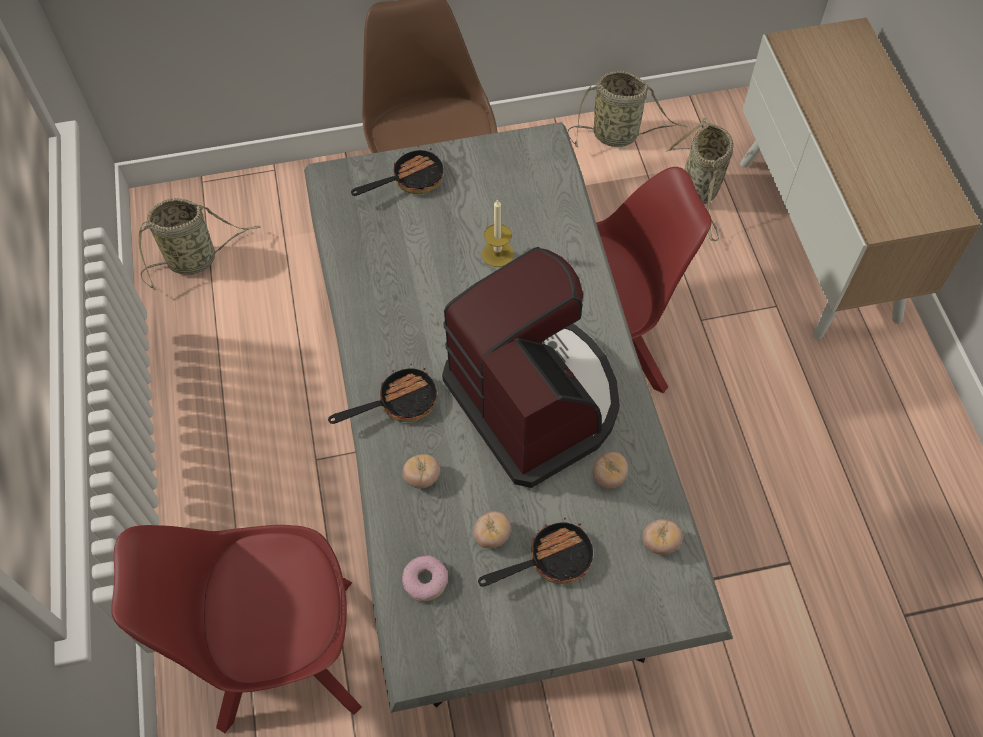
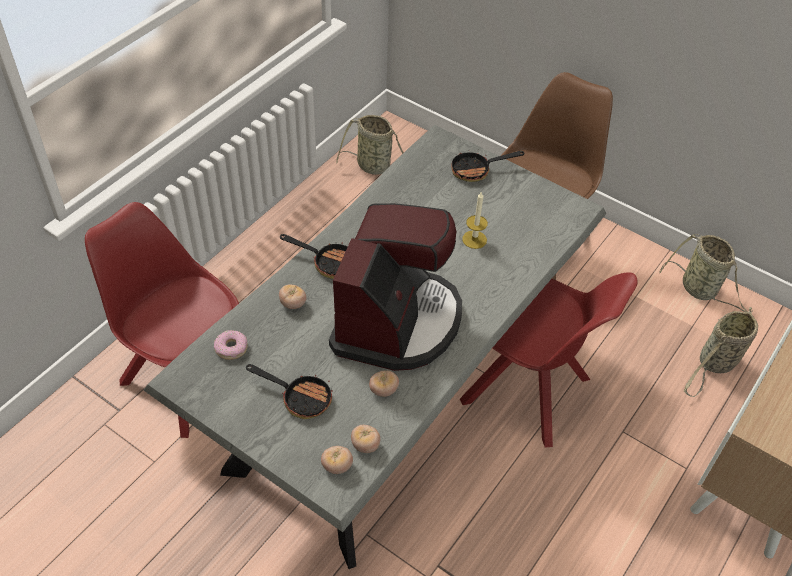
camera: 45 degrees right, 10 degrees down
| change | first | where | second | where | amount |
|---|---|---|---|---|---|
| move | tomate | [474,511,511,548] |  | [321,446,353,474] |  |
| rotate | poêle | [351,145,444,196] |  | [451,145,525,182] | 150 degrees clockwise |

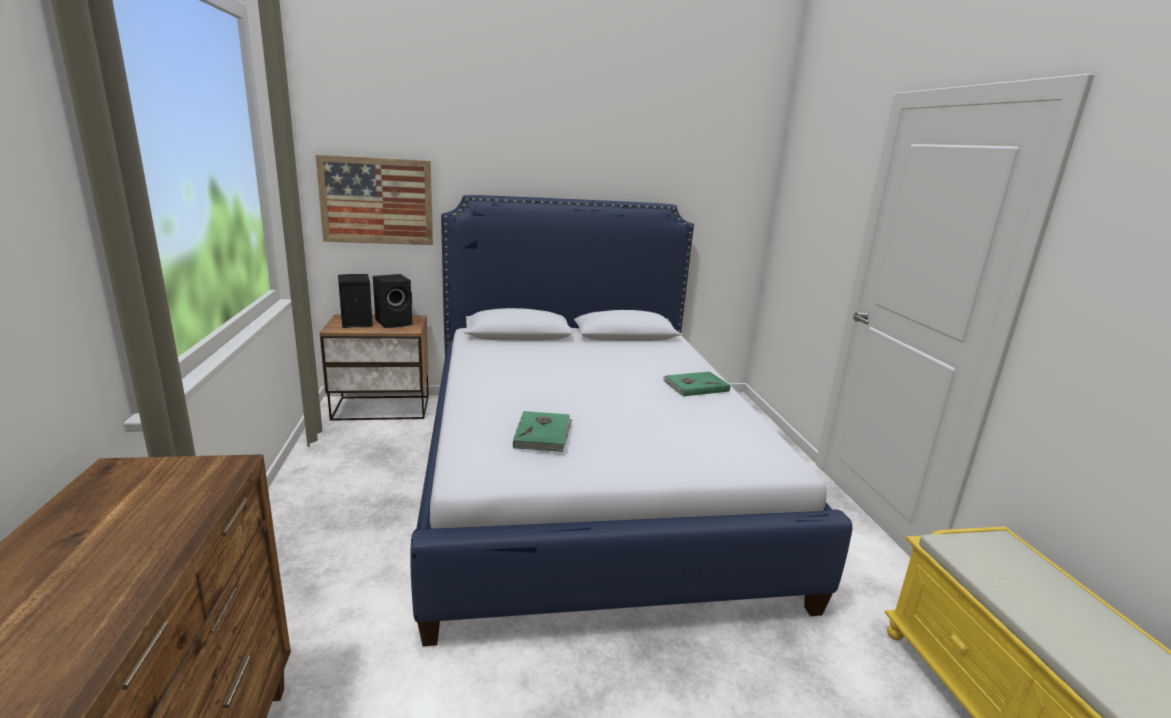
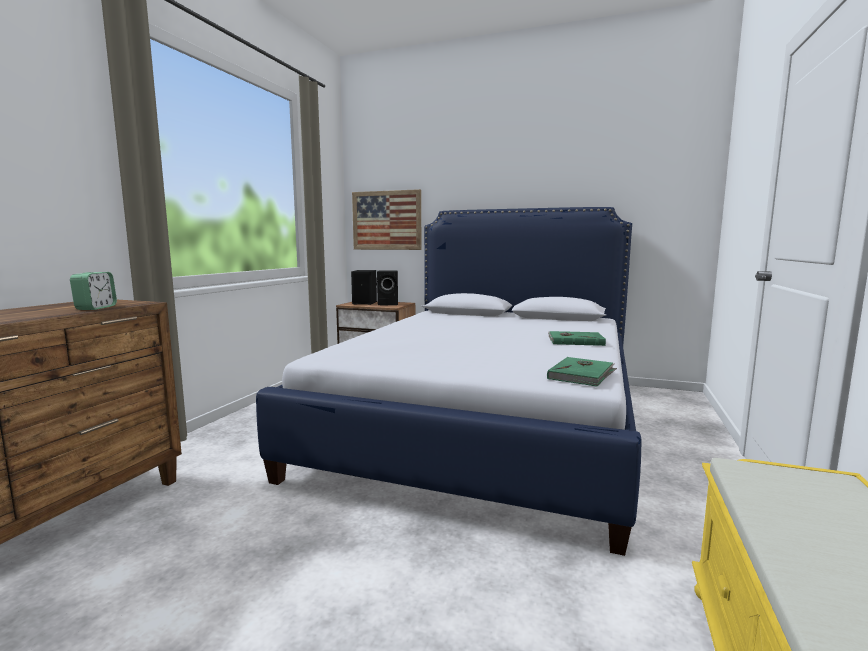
camera: 30 degrees right, 10 degrees down
| change | first | where | second | where | amount |
|---|---|---|---|---|---|
| insert |  |  | réveil | [70,272,117,310] |  |
| move | livre (vert) | [513,411,573,452] |  | [547,357,617,387] |  |

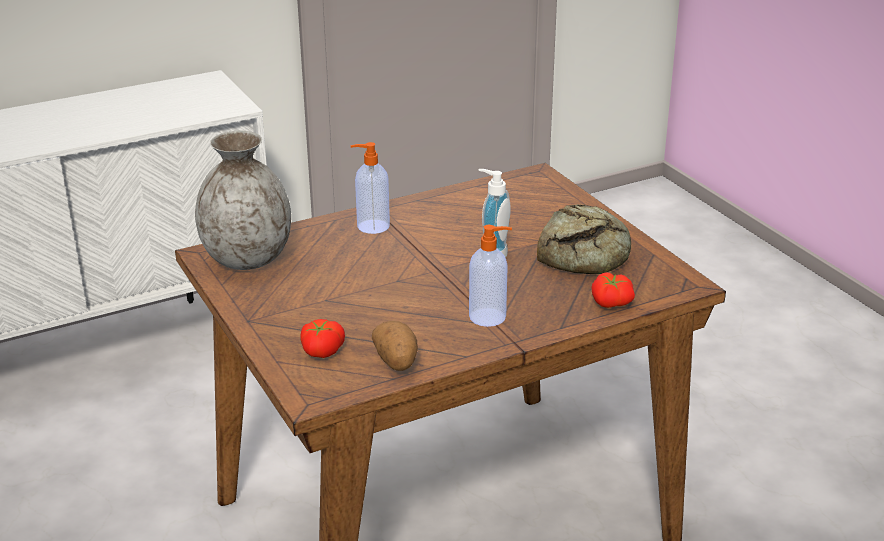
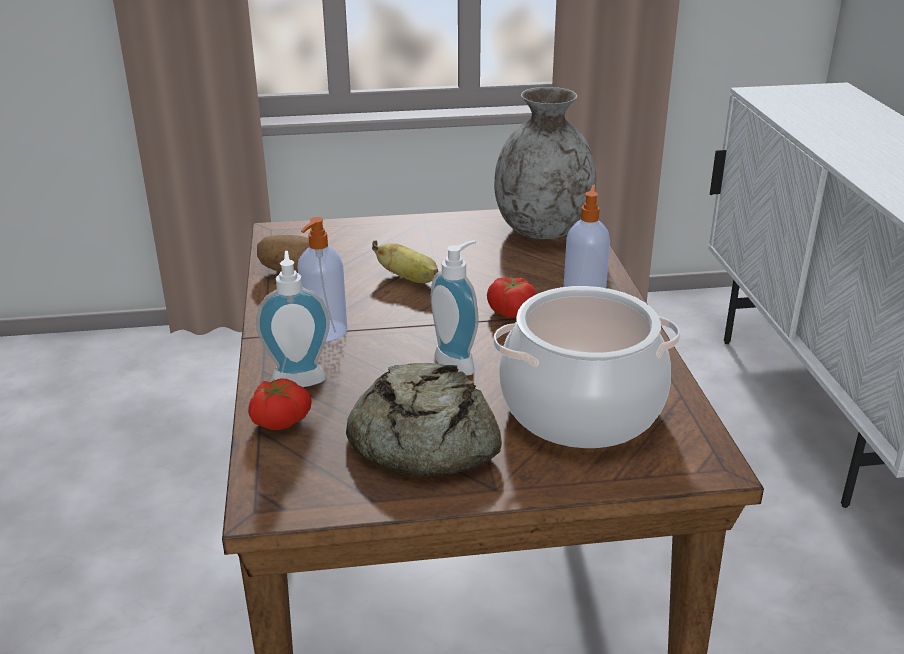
camera: 110 degrees right, 0 degrees up
| change | first | where | second | where | amount |
|---|---|---|---|---|---|
| insert |  |  | distributeur de savon | [256,251,330,387] |  |
| insert |  |  | banane | [372,240,438,283] |  |
| move | tomate | [300,319,345,358] |  | [487,277,536,318] |  |
| insert |  |  | marmite | [494,286,680,448] |  |

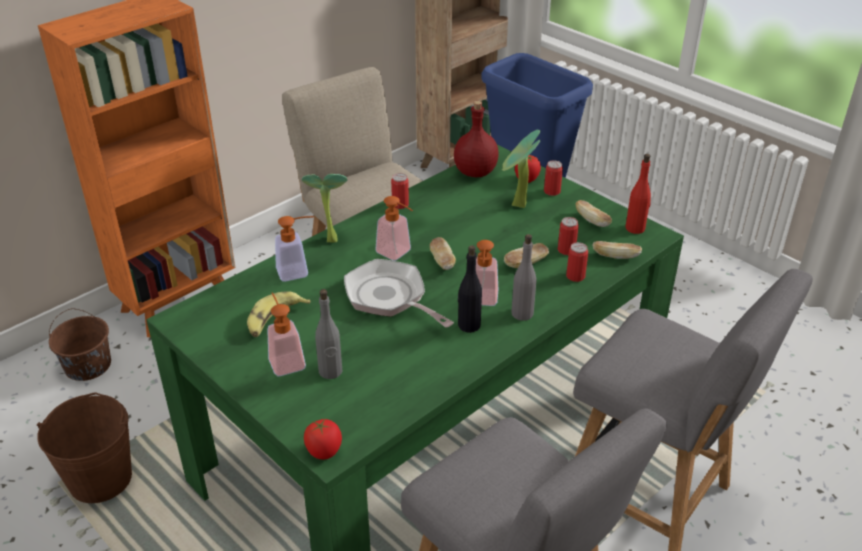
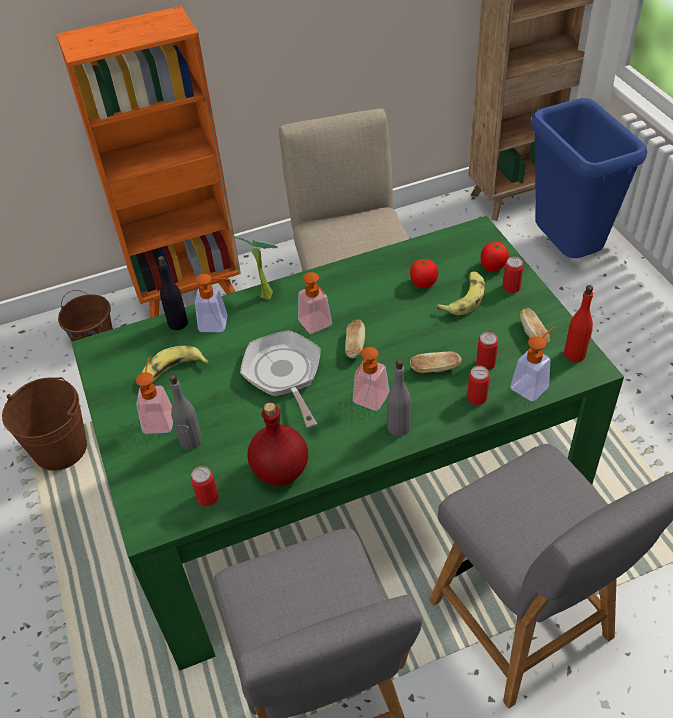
camera: 25 degrees right, 10 degrees up
| change | first | where | second | where | amount |
|---|---|---|---|---|---|
| move | bouteille (noir) | [458,245,482,333] |  | [158,256,188,330] |  |
| move | boîte métallique | [391,173,409,209] |  | [191,466,219,507] |  |
| move | bouteille (rouge) | [454,101,499,177] |  | [247,403,308,486] |  |
| move | tomate | [304,419,342,460] |  | [410,258,438,288] |  |
| replace | plante en pot | [502,130,540,208] | banane | [436,271,485,315] |  |
| replace | pain | [592,241,642,259] | distributeur de savon | [510,327,555,402] |  |

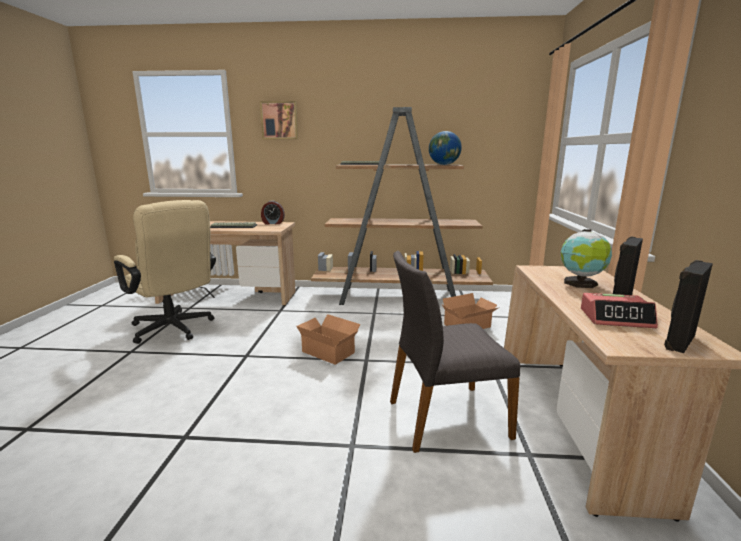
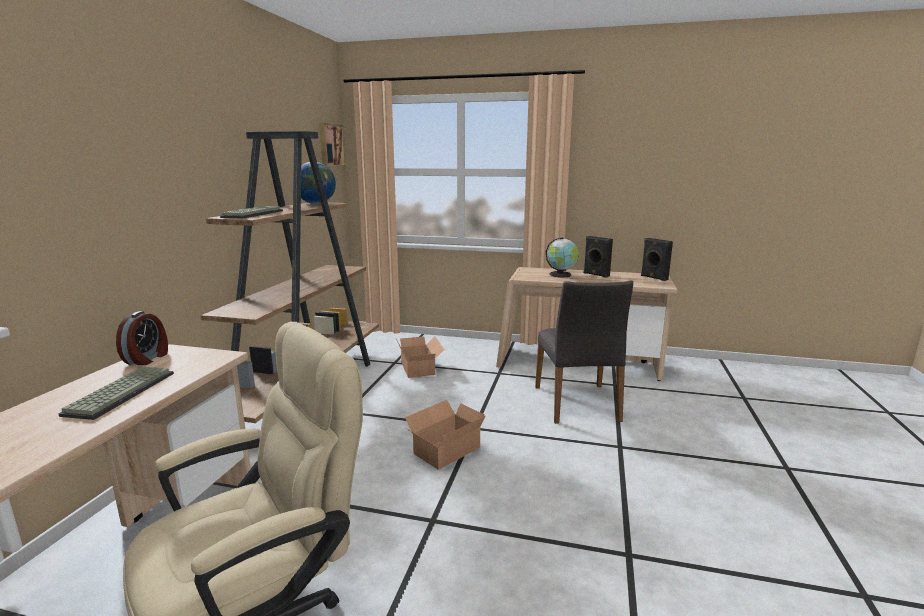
camera: 80 degrees left, 0 degrees up
| change | first | where | second | where | amount |
|---|---|---|---|---|---|
| move | tableau | [260,101,298,139] |  | [319,123,346,167] |  |
| delete | réveil | [581,293,658,328] |  |  |  |

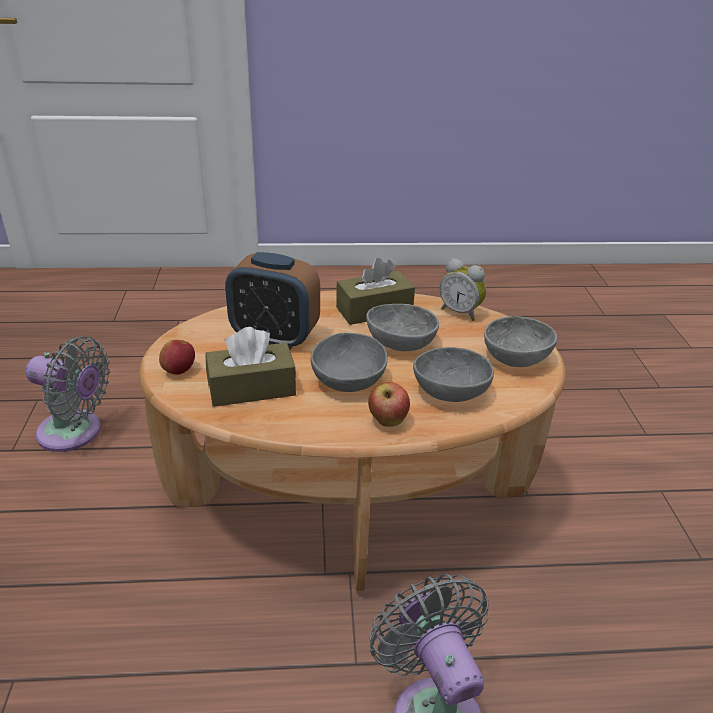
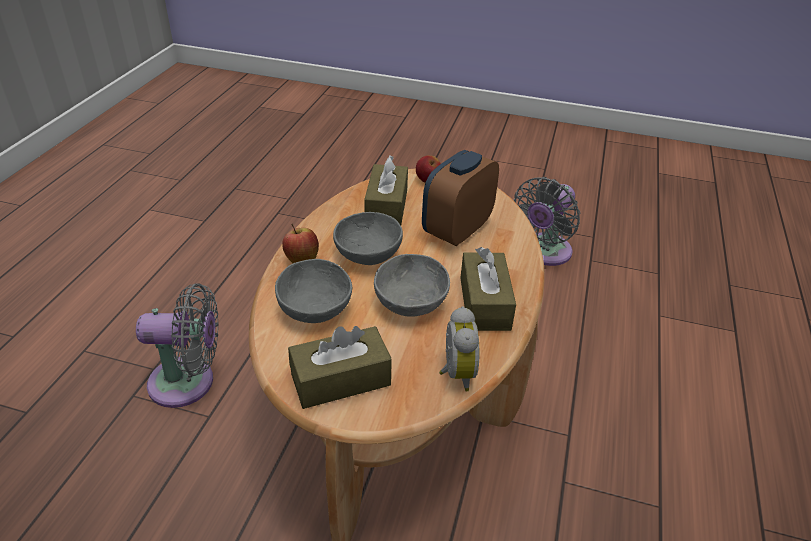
camera: 110 degrees right, 5 degrees up
| change | first | where | second | where | amount |
|---|---|---|---|---|---|
| replace | bol (gris) | [484,316,557,367] | boîte à mouchoirs (marron) | [288,326,392,409] |  |
| rotate | réveil | [440,258,486,321] |  | [439,306,479,392] | 120 degrees clockwise |

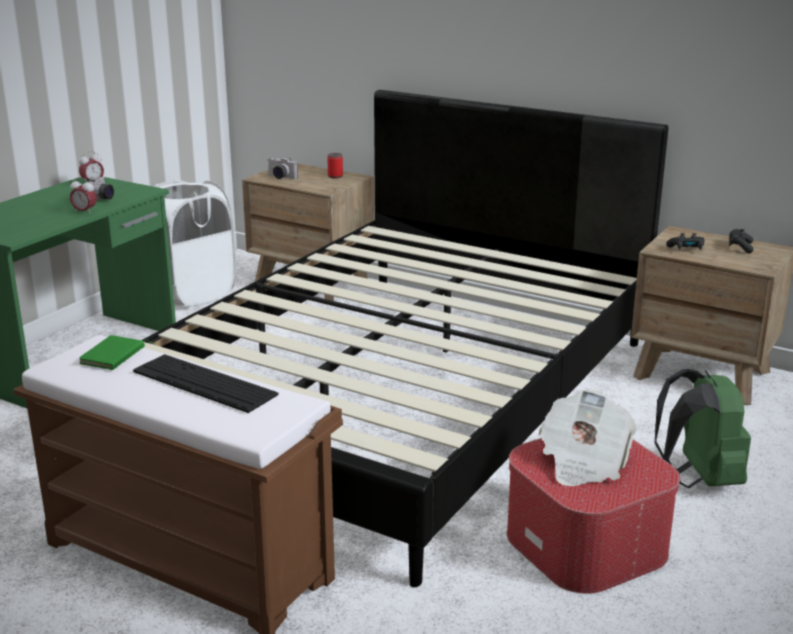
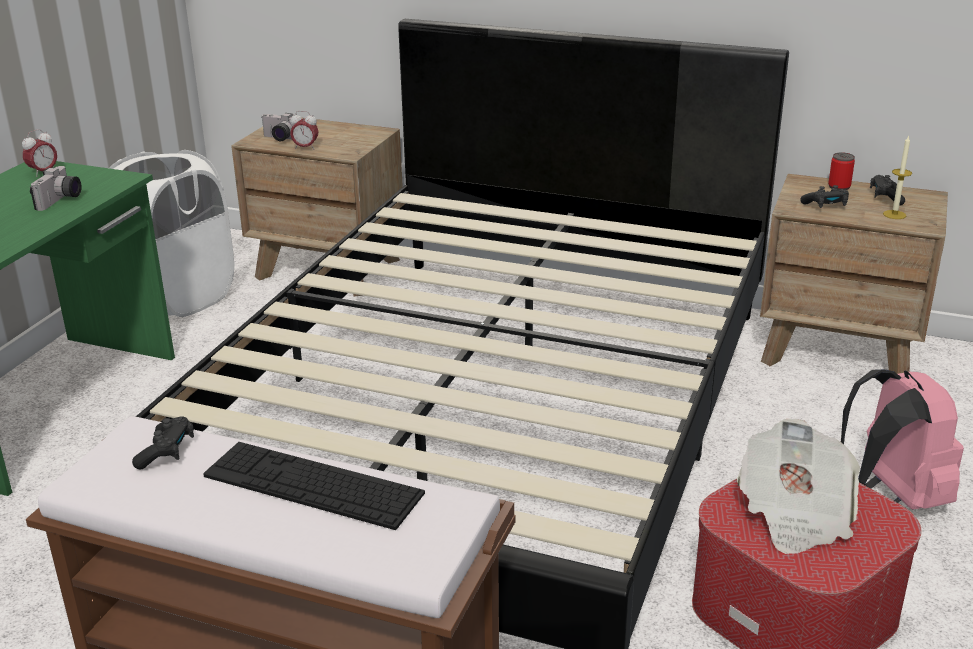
camera: 10 degrees left, 5 degrees up
| change | first | where | second | where | amount |
|---|---|---|---|---|---|
| replace | livre (vert) | [79,335,155,370] | manette (noir) | [132,417,194,469] |  |
| move | réveil | [70,178,97,214] |  | [290,111,319,150] |  |
| move | boîte métallique | [327,153,343,179] |  | [828,152,855,190] |  |
| recolor | sac à dos (vert) | [655,369,751,488] | sac à dos (rose) | [841,369,964,510] |  |
| insert |  |  | bougie | [883,135,912,219] |  |

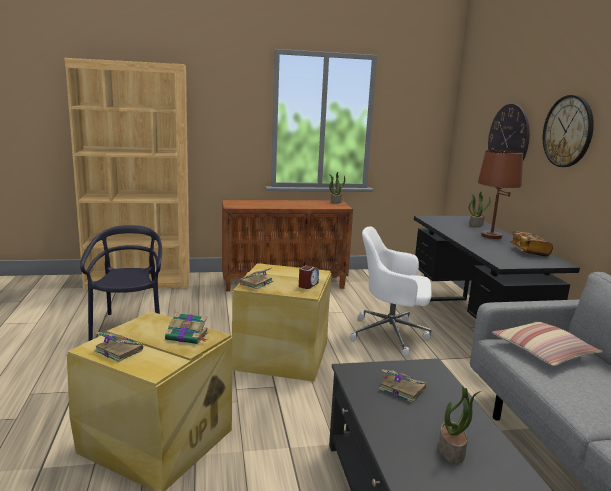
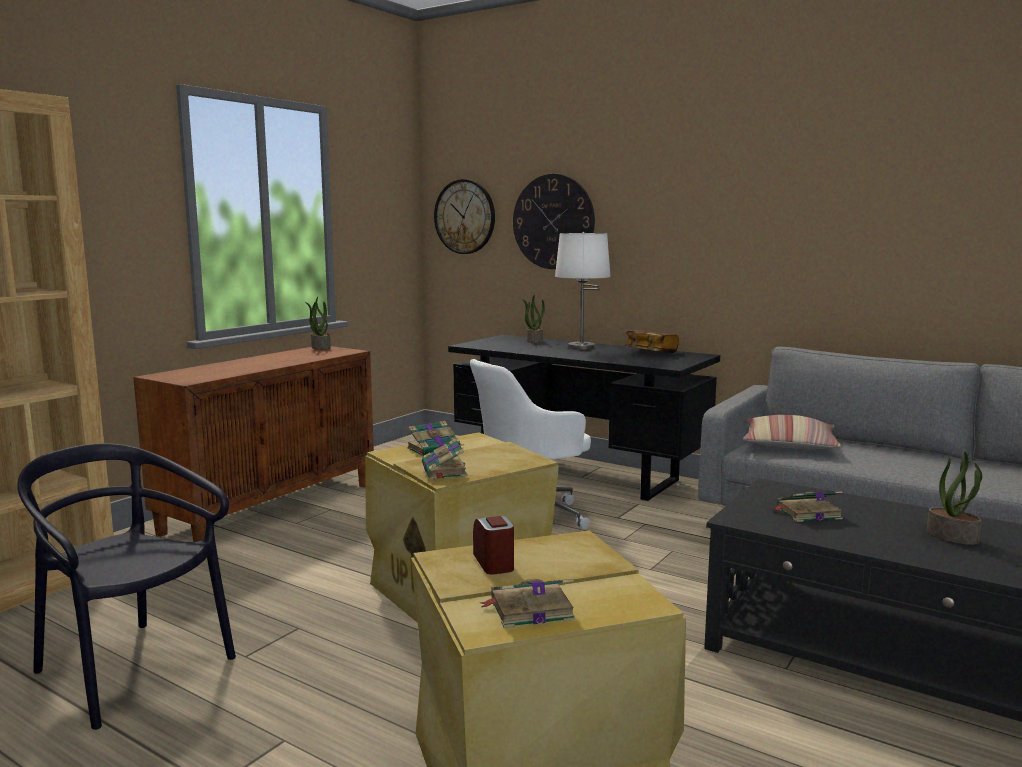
camera: 45 degrees left, 5 degrees down
| change | first | where | second | where | amount |
|---|---|---|---|---|---|
| move | livre | [165,312,208,344] |  | [407,421,462,456] |  |
| move | horloge murale | [543,95,594,167] |  | [434,179,495,254] |  |
| move | réveil | [299,265,319,289] |  | [473,516,514,575] |  |
| recolor | lampe de table (marron) | [478,150,523,239] | lampe de table (blanc) | [555,232,611,350] |  |

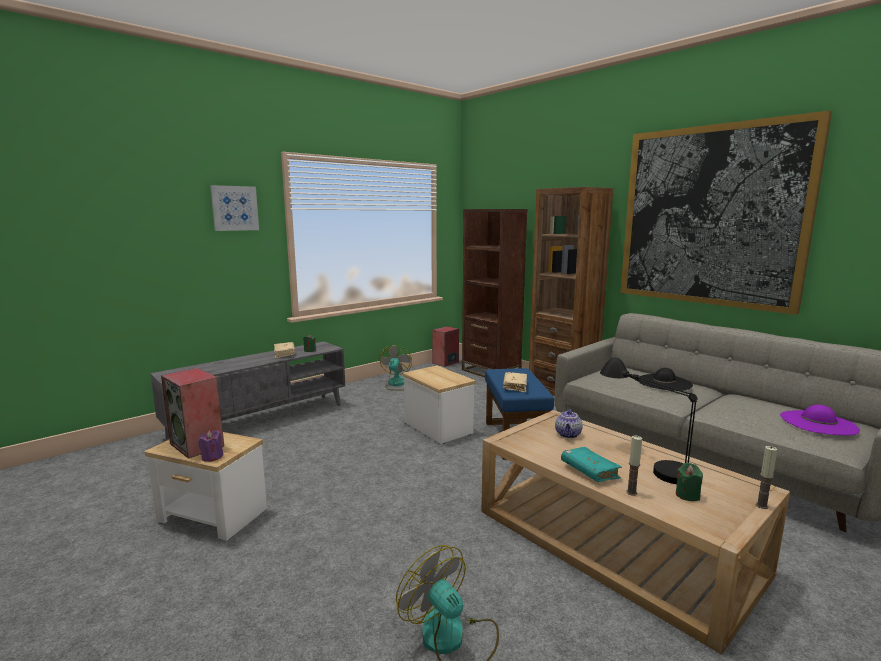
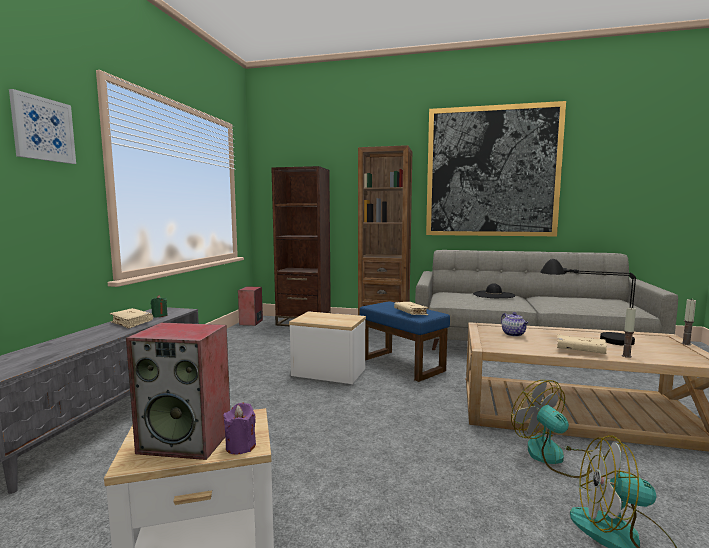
camera: 35 degrees left, 5 degrees down
| change | first | where | second | where | amount |
|---|---|---|---|---|---|
| move | ventilateur | [379,345,412,391] |  | [511,380,592,478] |  |
| recolor | livre (turquoise) | [561,447,622,482] | livre (beige) | [557,335,607,354] |  |
| delete | bougie (vert) | [676,463,703,501] |  |  |  |
| delete | chapeau (violet) | [780,405,860,435] |  |  |  |

